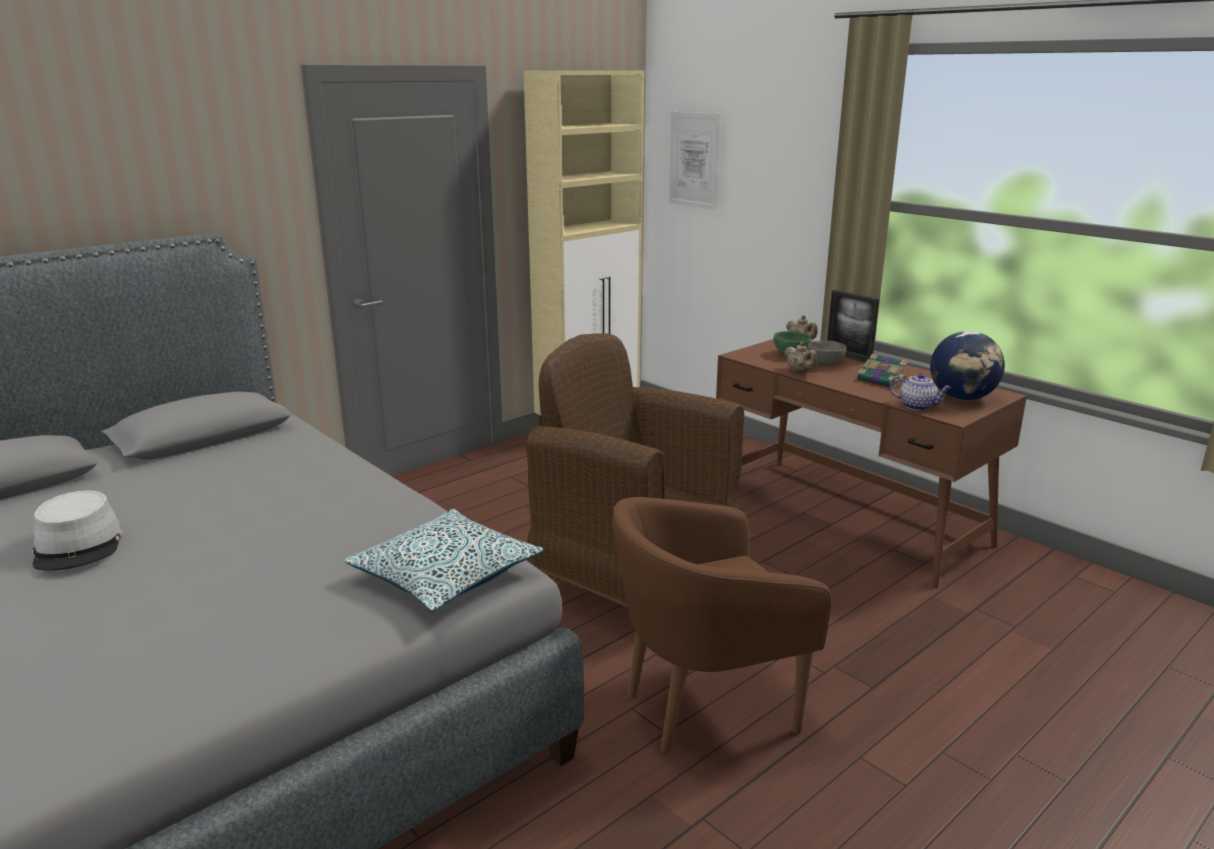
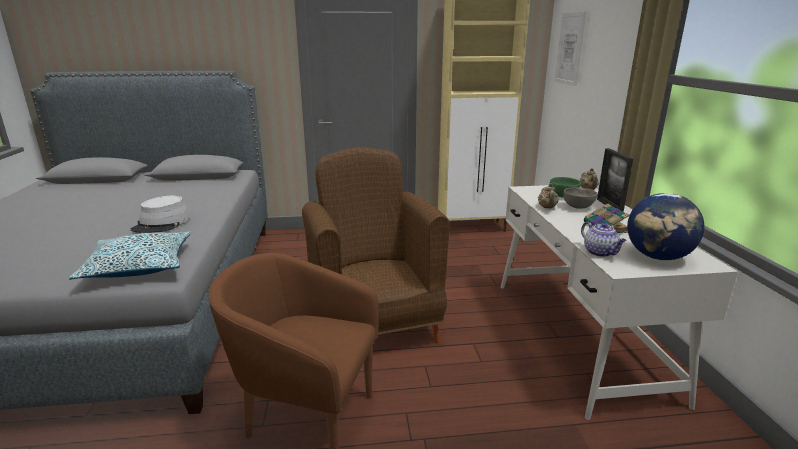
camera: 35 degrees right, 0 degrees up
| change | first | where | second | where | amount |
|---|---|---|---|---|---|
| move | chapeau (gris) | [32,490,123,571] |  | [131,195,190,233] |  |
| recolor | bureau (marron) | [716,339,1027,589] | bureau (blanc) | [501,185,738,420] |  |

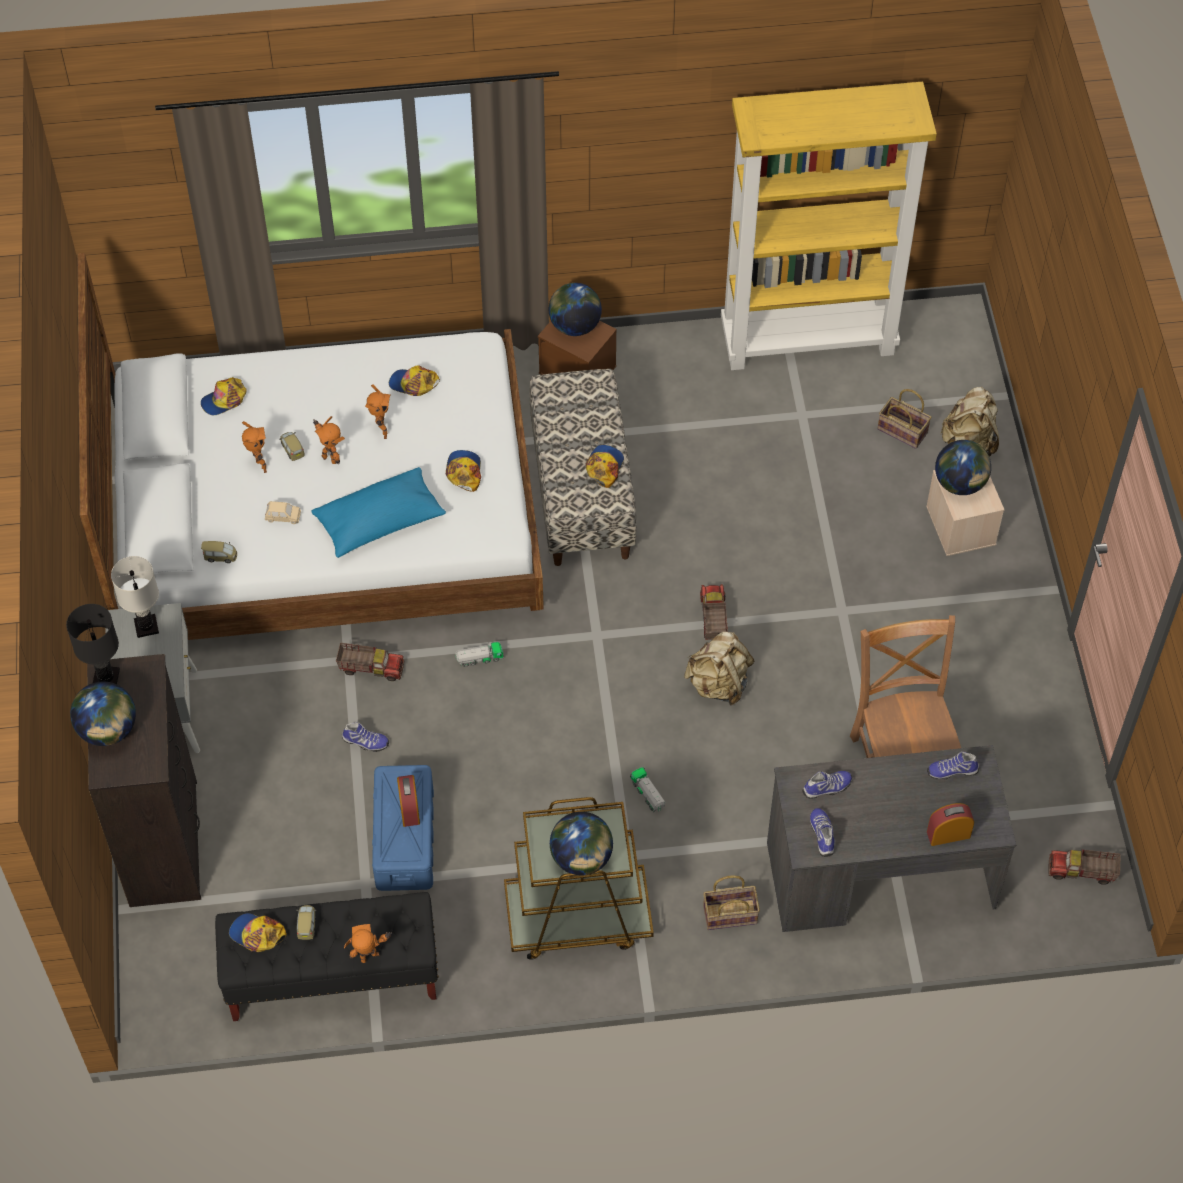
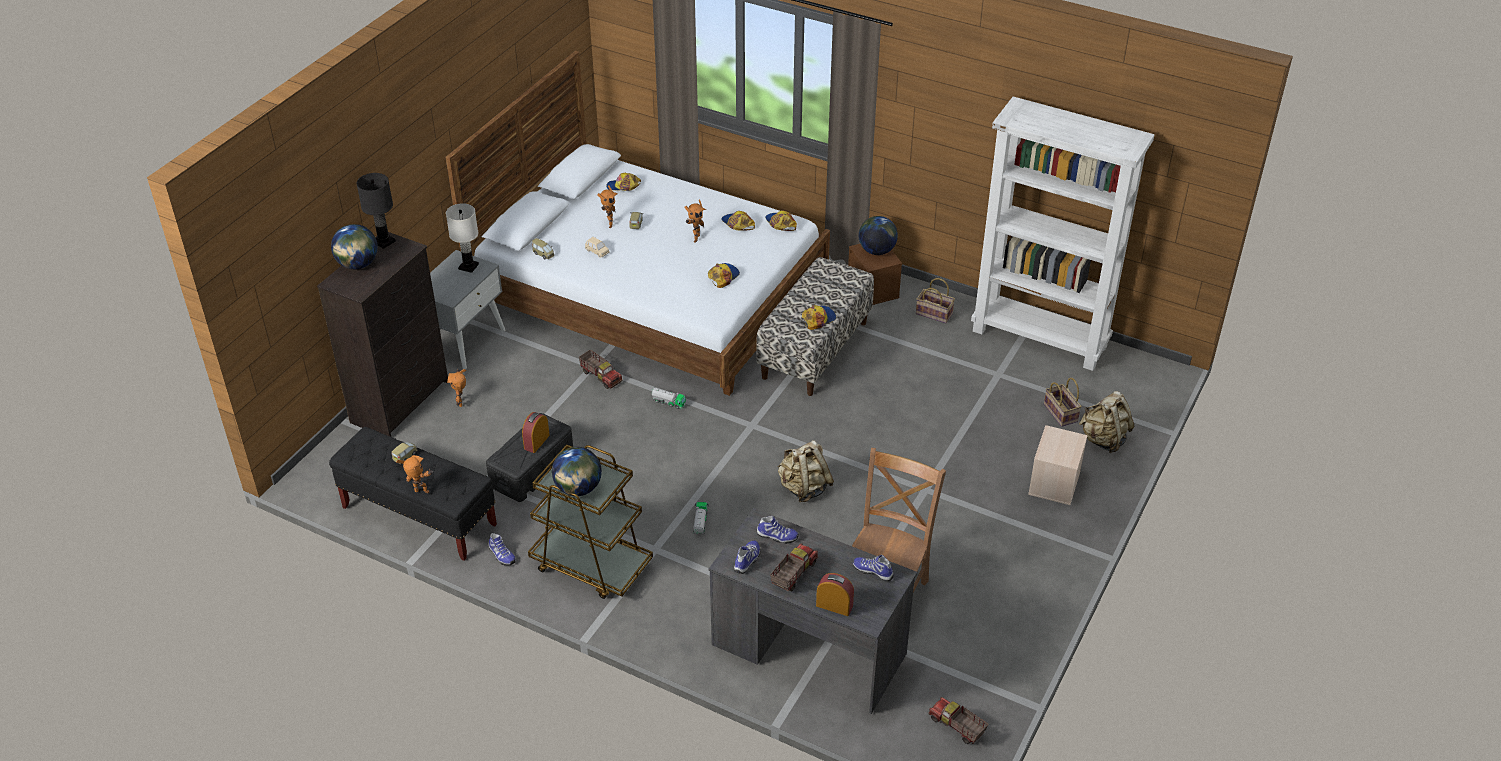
camera: 35 degrees right, 15 degrees down
| change | first | where | second | where | amount |
|---|---|---|---|---|---|
| move | robot jouet | [313,416,345,464] |  | [447,368,466,407] |  |
| recolor | boîte de rangement (bleu) | [372,765,434,891] | boîte de rangement (noir) | [486,413,573,502] |  |
| move | chaussure | [342,722,389,752] |  | [488,533,516,566] |  |
| move | casquette | [229,913,287,952] |  | [765,211,797,231] |  |
| move | camion jouet | [700,584,728,640] |  | [770,543,818,591] |  |
| move | panier | [703,875,760,930] |  | [916,278,955,323] |  |
| recolor | bibliothèque (jaune) | [721,82,937,370] | bibliothèque (blanc) | [971,96,1154,371] |  |
| delete | coussin (bleu) | [311,467,446,558] |  |  |  |
| delete | globe | [935,440,991,495] |  |  |  |

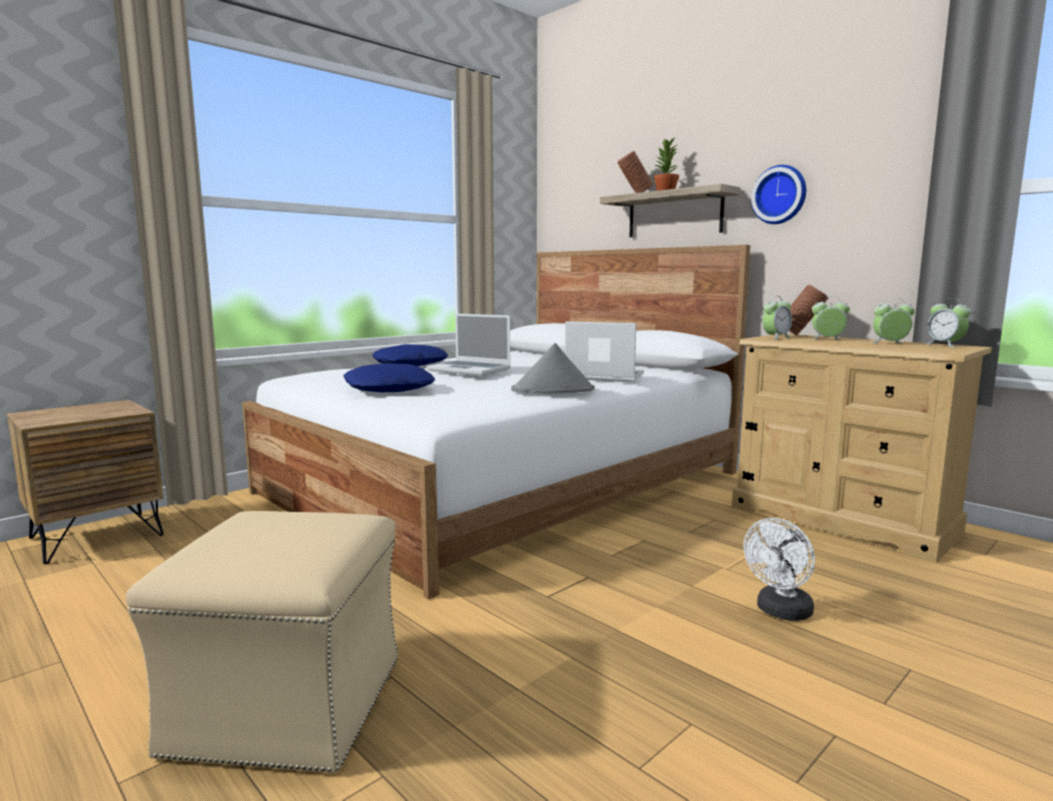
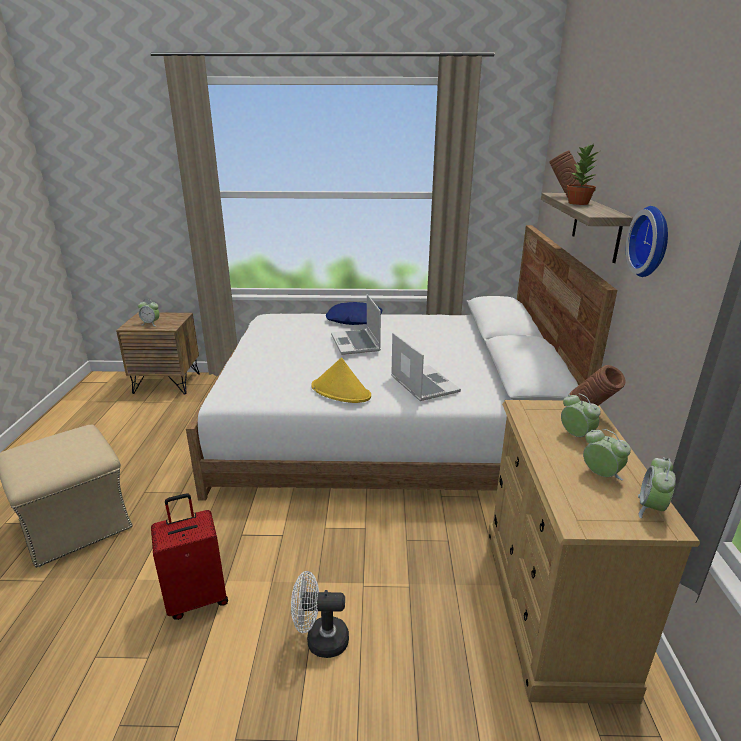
camera: 45 degrees right, 15 degrees up
| change | first | where | second | where | amount |
|---|---|---|---|---|---|
| move | réveil | [762,296,792,339] |  | [138,299,160,326] |  |
| insert |  |  | valise (rouge) | [151,493,228,620] |  |
| recolor | chapeau (gris) | [511,343,595,393] | chapeau (jaune) | [311,358,371,403] |  |
| delete | coussin (bleu) | [343,363,435,392] |  |  |  |

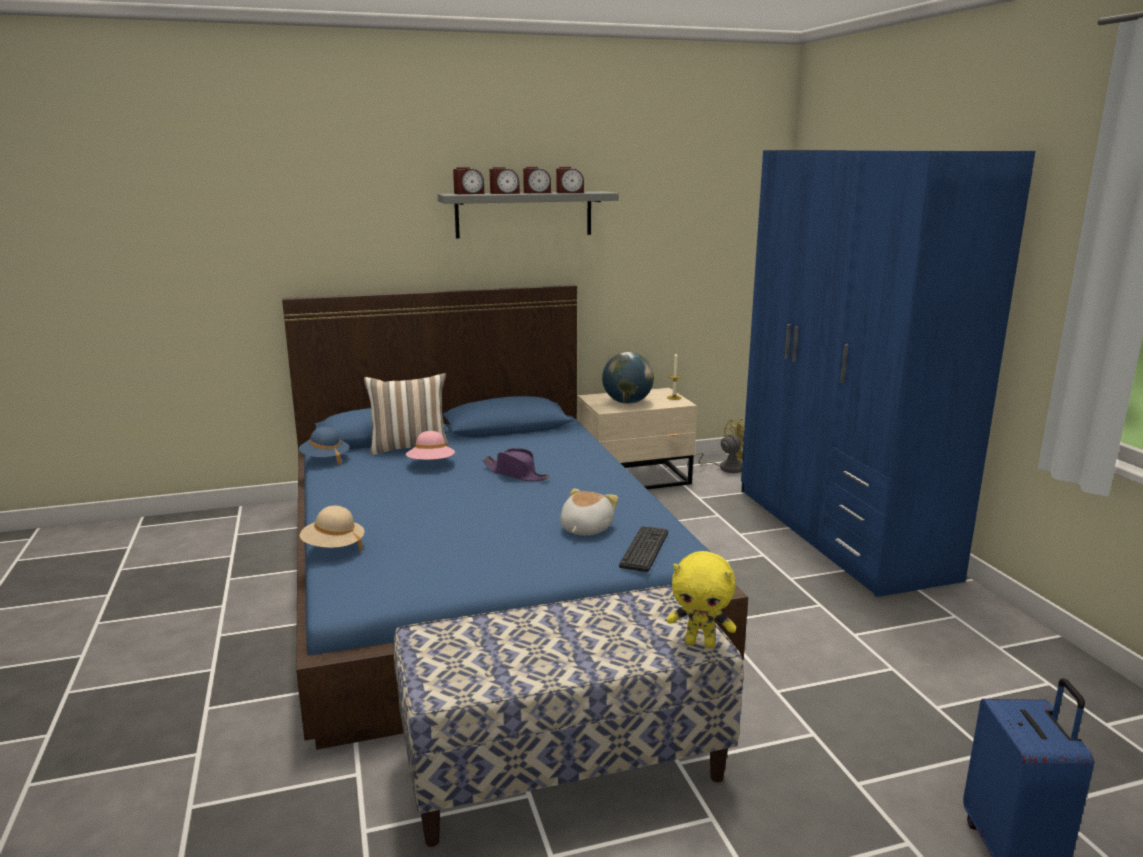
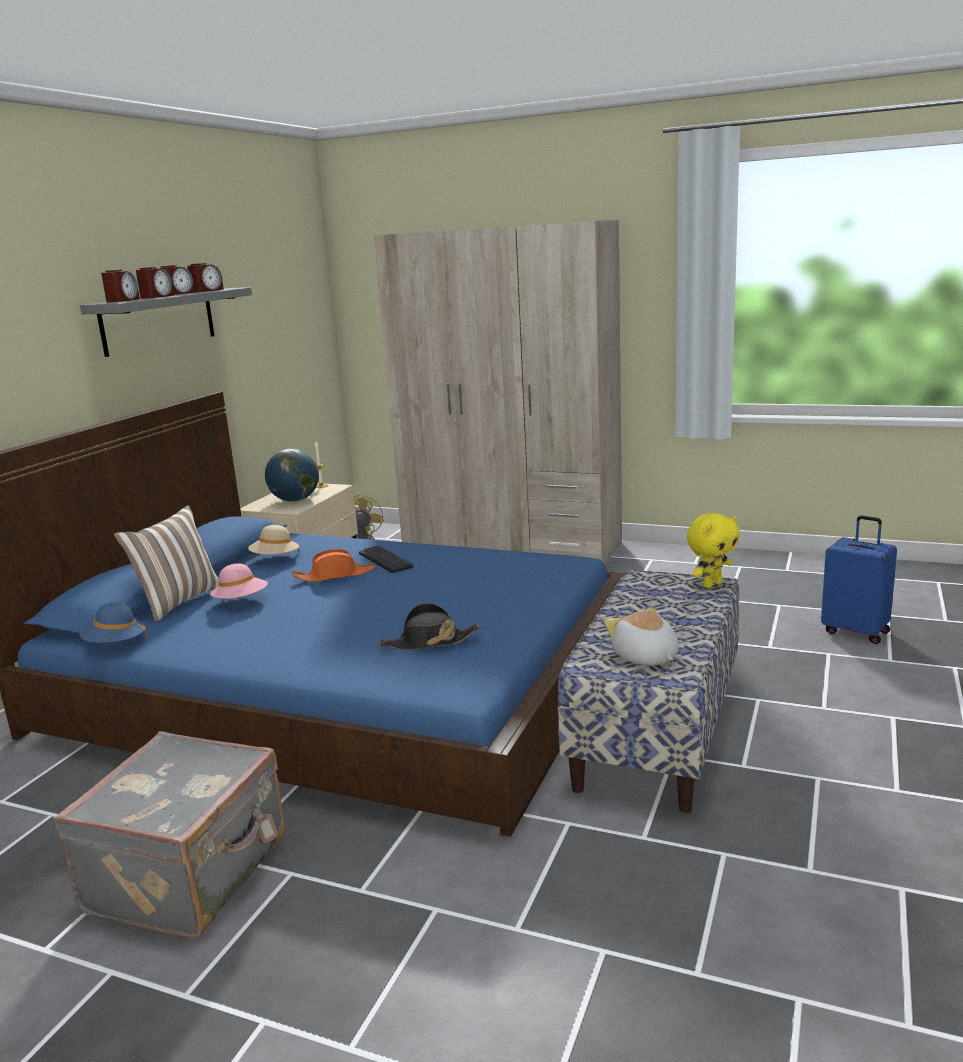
camera: 50 degrees left, 0 degrees up
| change | first | where | second | where | amount |
|---|---|---|---|---|---|
| insert |  |  | valise (gris) | [53,732,285,938] |  |
| move | chapeau (beige) | [300,506,365,552] |  | [248,525,299,554] |  |
| recolor | chapeau (violet) | [482,448,549,481] | chapeau (orange) | [292,549,376,582] |  |
| move | clavier | [619,526,668,572] |  | [359,545,413,573] |  |
| recolor | armoire (bleu) | [741,150,1036,597] | armoire (beige) | [374,220,622,565] |  |
| insert |  |  | chapeau (noir) | [378,603,480,650] |  |
| move | peluche | [560,488,618,536] |  | [604,607,679,666] |  |

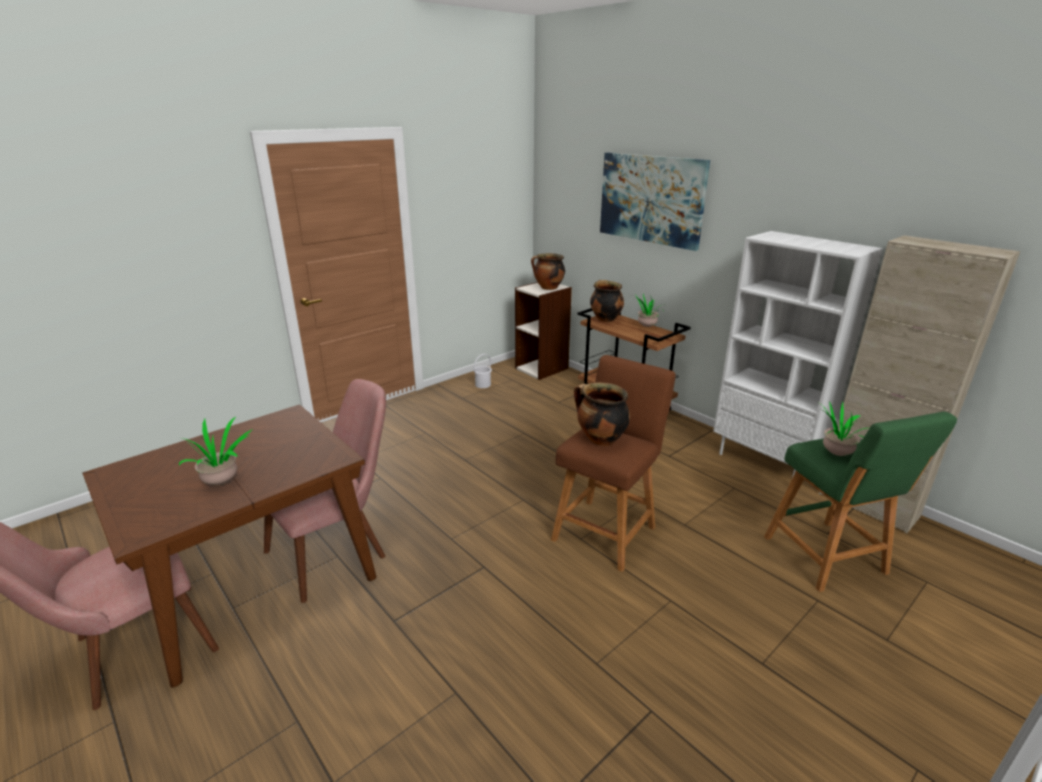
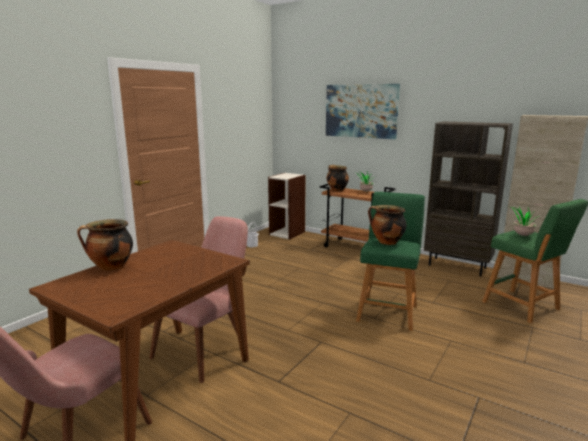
camera: 15 degrees left, 10 degrees down
| change | first | where | second | where | amount |
|---|---|---|---|---|---|
| move | marmite | [531,253,565,290] |  | [77,219,133,271] |  |
| recolor | tabouret (marron) | [551,355,676,572] | tabouret (vert) | [356,192,425,331] |  |
| recolor | bibliothèque (blanc) | [713,231,883,478] | bibliothèque (marron) | [424,121,513,276] |  |
| delete | plante en pot | [179,417,253,485] |  |  |  |

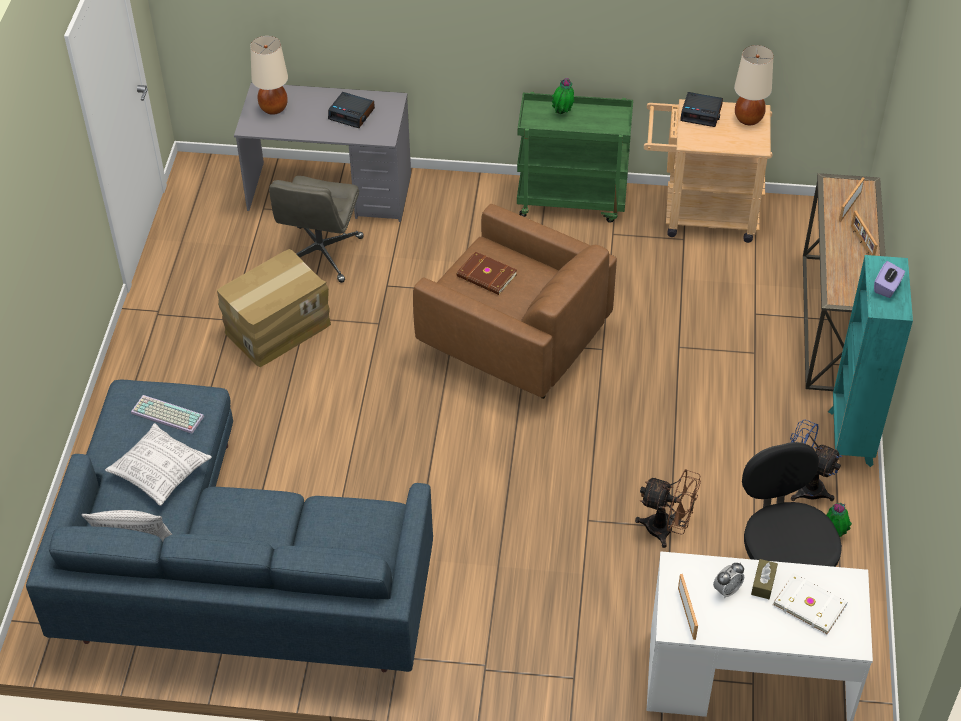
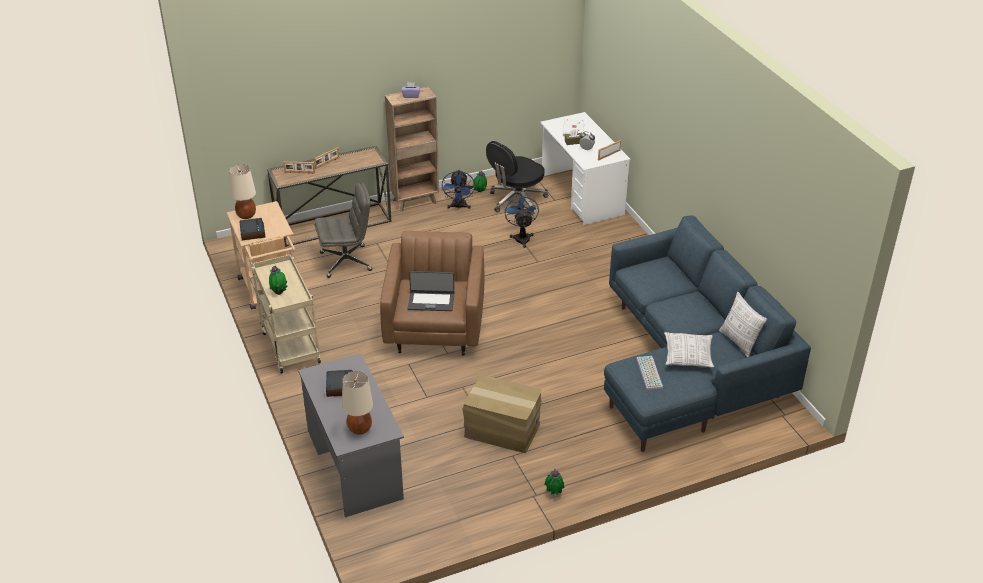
camera: 120 degrees left, 10 degrees down
| change | first | where | second | where | amount |
|---|---|---|---|---|---|
| recolor | chariot (vert) | [517,92,633,223] | chariot (beige) | [252,255,321,374] |  |
| move | chaise de bureau (gris) | [269,176,364,283] |  | [314,183,372,278] |  |
| recolor | bibliothèque (turquoise) | [828,255,913,467] | bibliothèque (marron) | [385,87,439,212] |  |
| replace | livre (marron) | [456,252,517,295] | ordinateur portable | [408,271,454,311] |  |
| recolor | ventilateur (marron) | [635,469,701,548] | ventilateur (bleu) | [504,194,539,248] |  |
| insert |  |  | plante en pot | [544,469,565,495] |  |

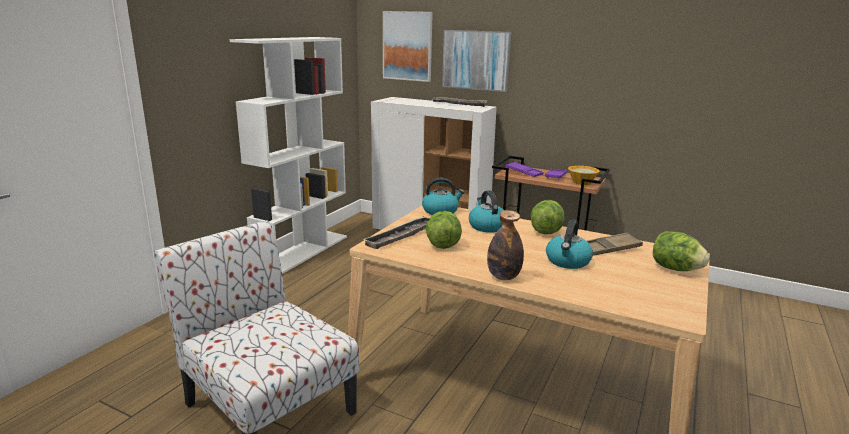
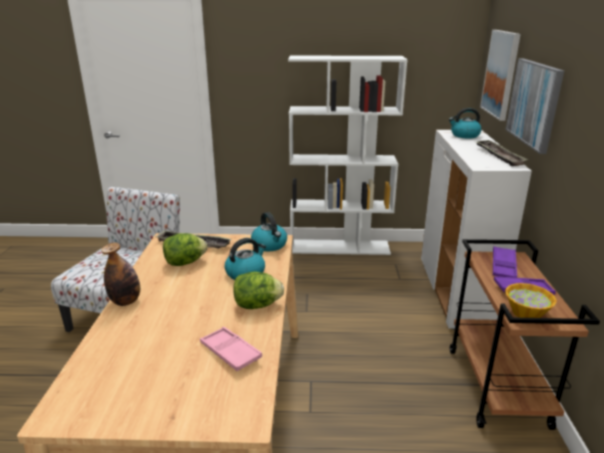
camera: 65 degrees right, 5 degrees up
| change | first | where | second | where | amount |
|---|---|---|---|---|---|
| recolor | plateau (marron) | [587,233,643,256] | plateau (rose) | [200,327,262,371] |  |
| move | bouilloire | [546,220,593,269] |  | [449,108,482,139] |  |
| delete | laitue | [653,231,710,271] |  |  |  |

